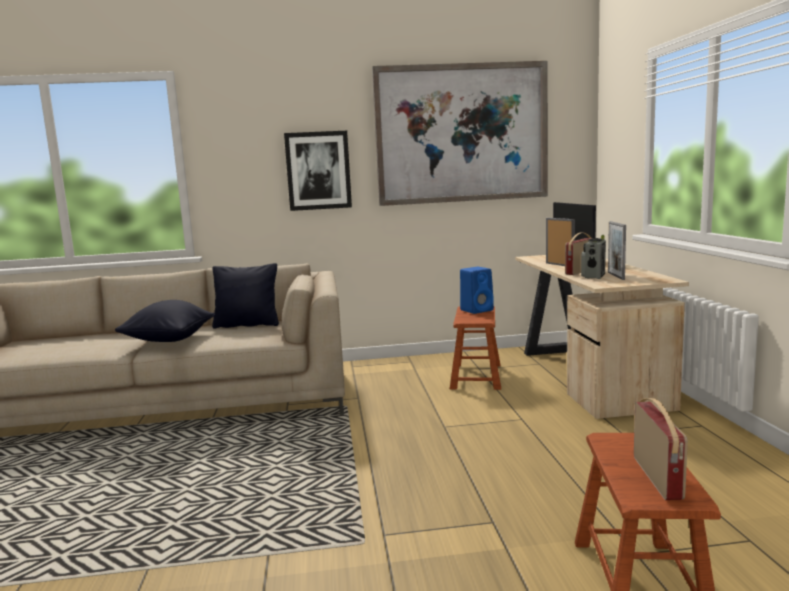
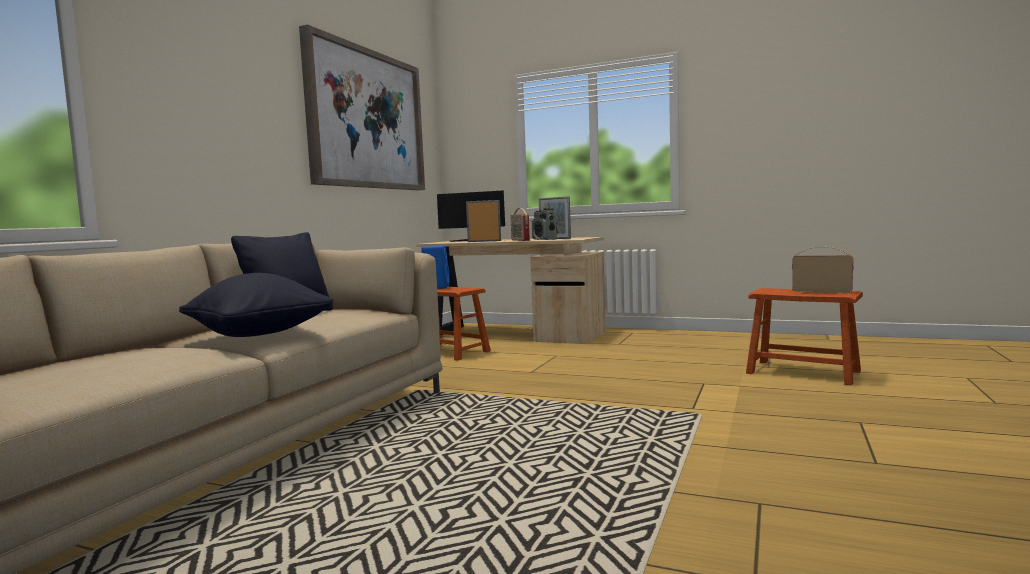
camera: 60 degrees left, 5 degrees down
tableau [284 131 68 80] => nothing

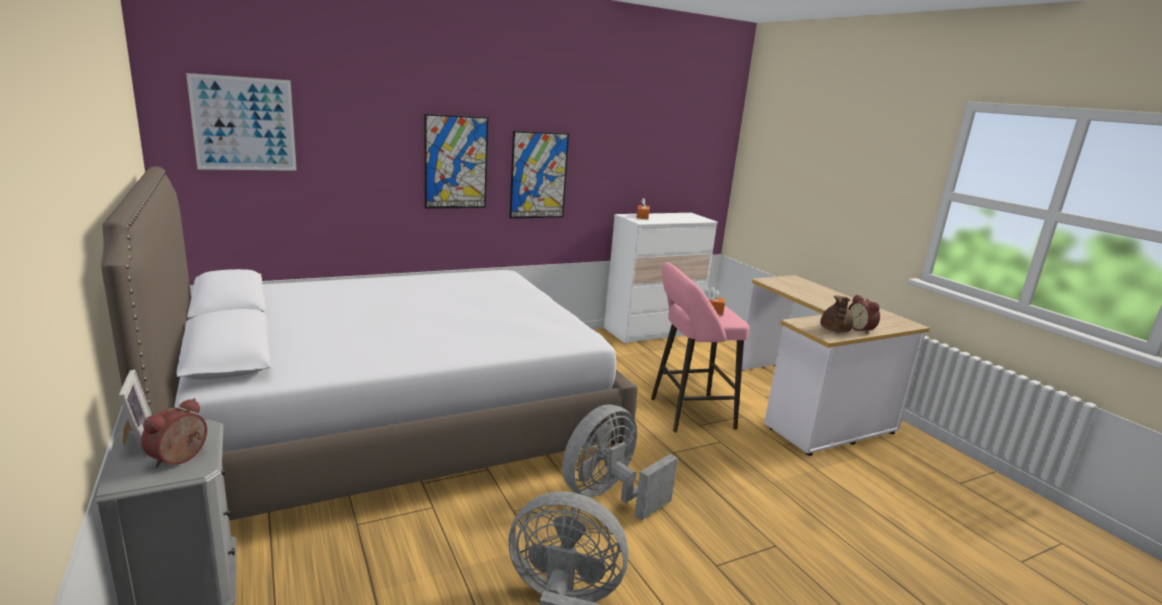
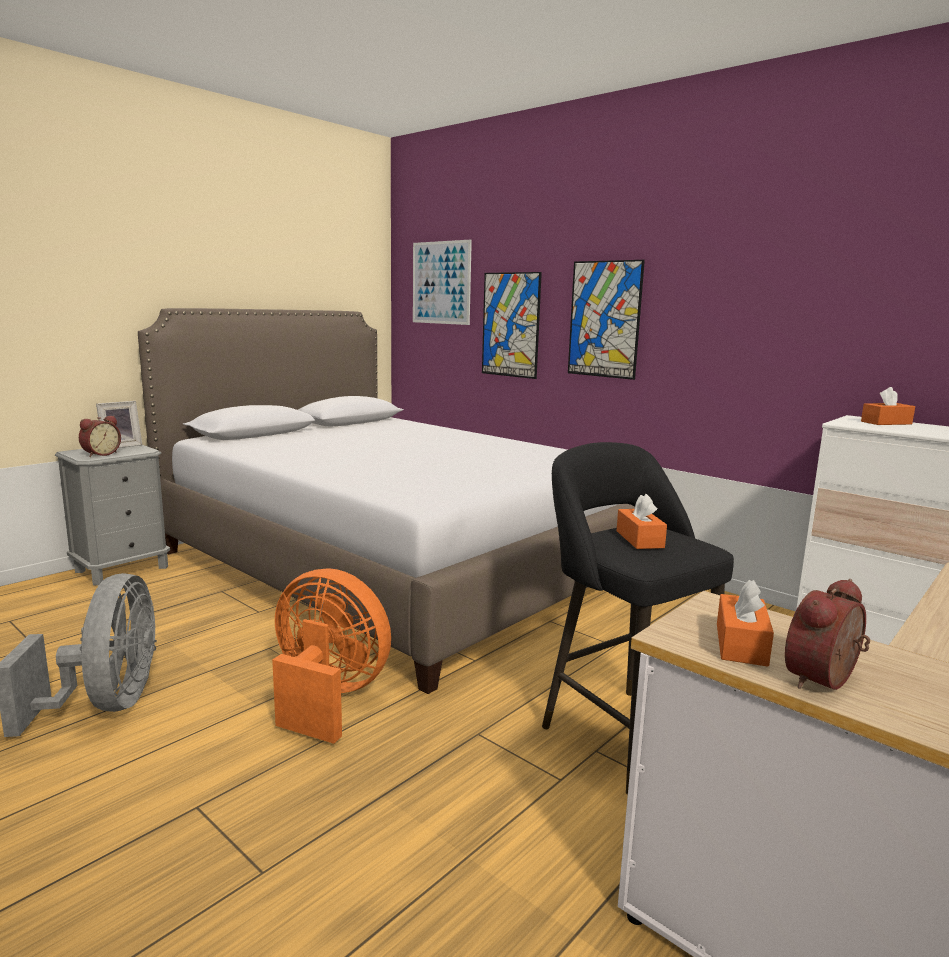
camera: 70 degrees right, 5 degrees down
tableau [509 131 60 88] => tableau [482 272 60 107], shifted
tabouret [rose] [651 262 98 170] => tabouret [noir] [542 442 192 353]
théière [marron] [820 296 33 37] => boîte à mouchoirs [orange] [717 580 57 86]
réveil [141 398 66 70] => réveil [79 416 42 41], 120 degrees clockwise
ventilateur [gris] [562 404 116 116] => ventilateur [orange] [272 568 119 176]

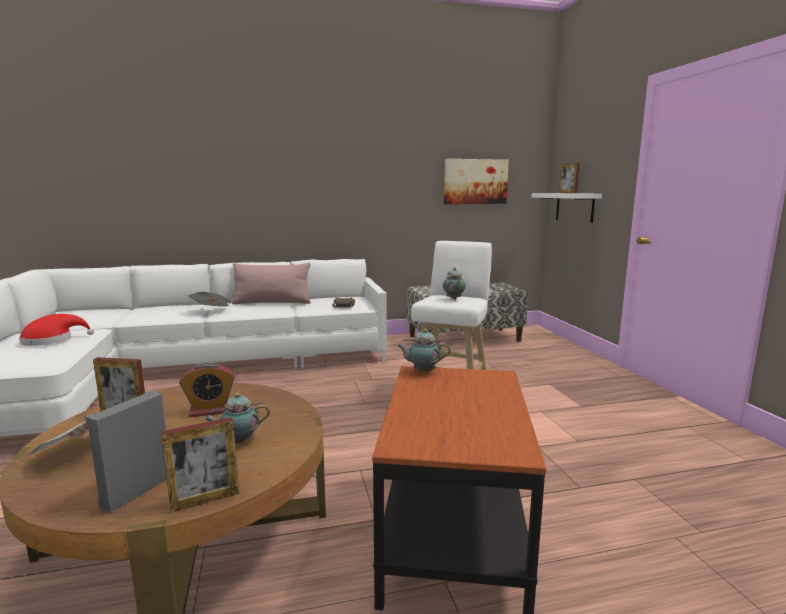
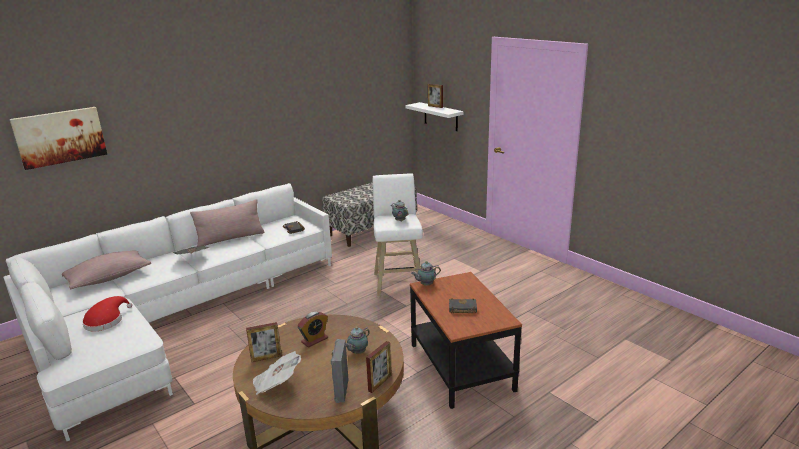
camera: 25 degrees left, 10 degrees up
tableau [444 159 65 45] => tableau [10 107 97 63], shifted
nothing => coussin [rose] [62 251 89 38]
nothing => livre [noir] [449 298 28 15]

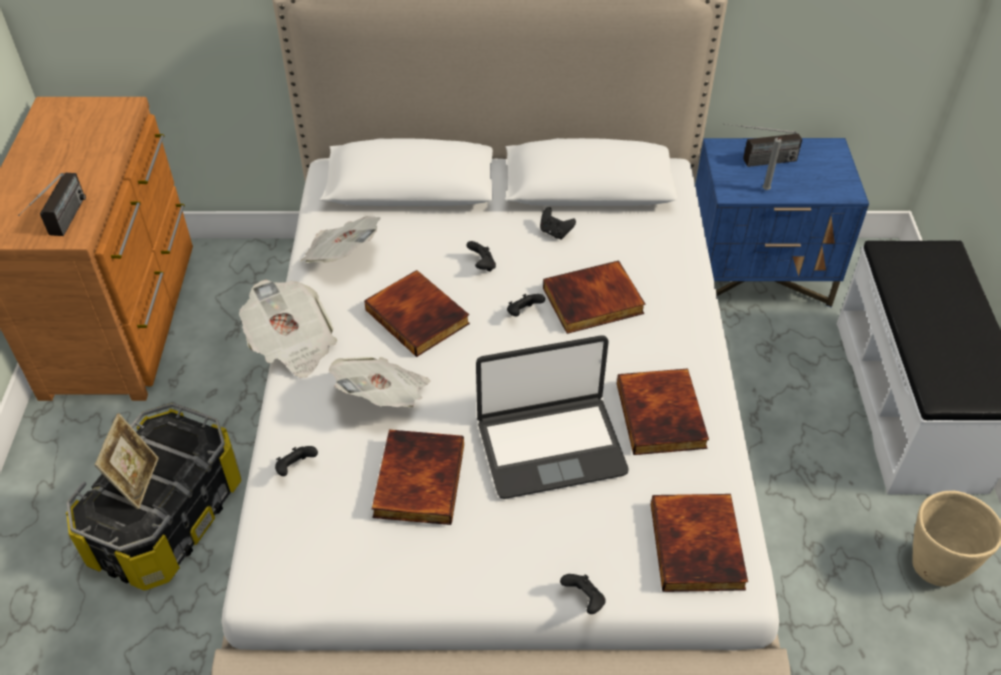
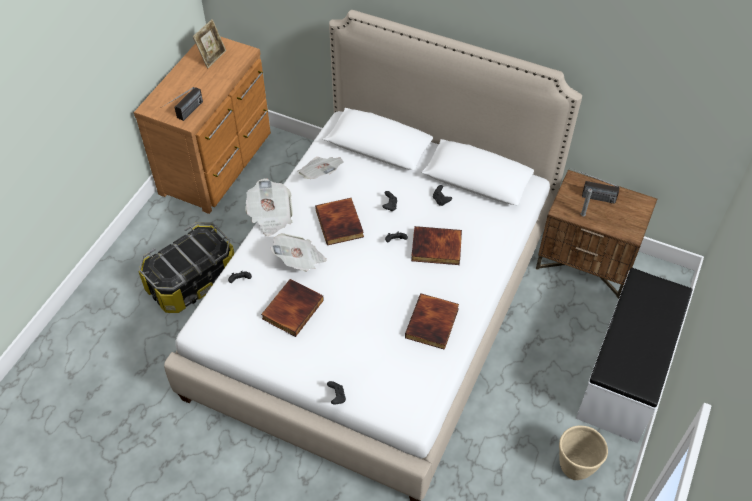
camera: 25 degrees right, 5 degrees up
table de chevet [bleu] [695 138 174 169] => table de chevet [marron] [536 170 121 129]
ordinateur portable [476 335 153 164] => nothing
cadre photo [94 413 65 96] => cadre photo [193 19 33 49], shifted
livre [651 494 97 98] => nothing

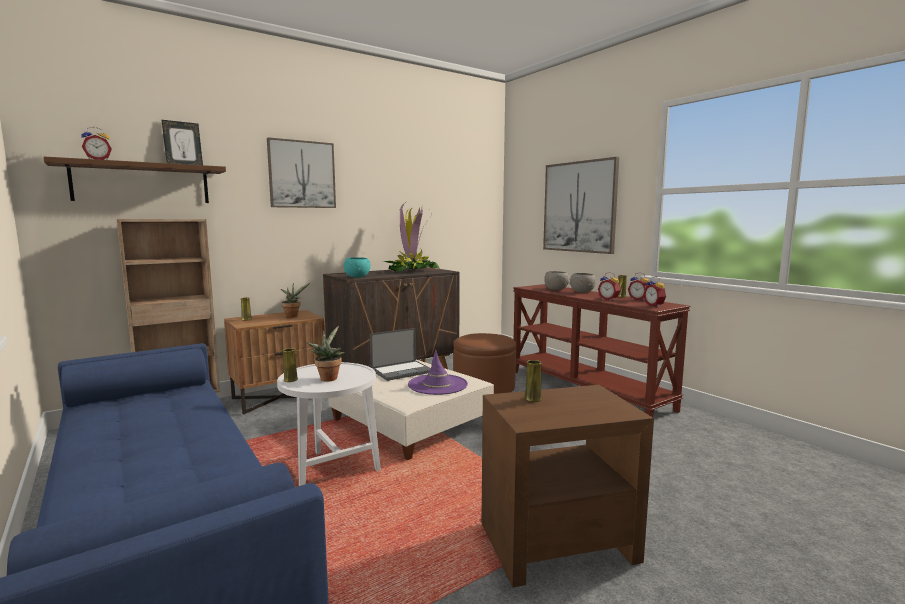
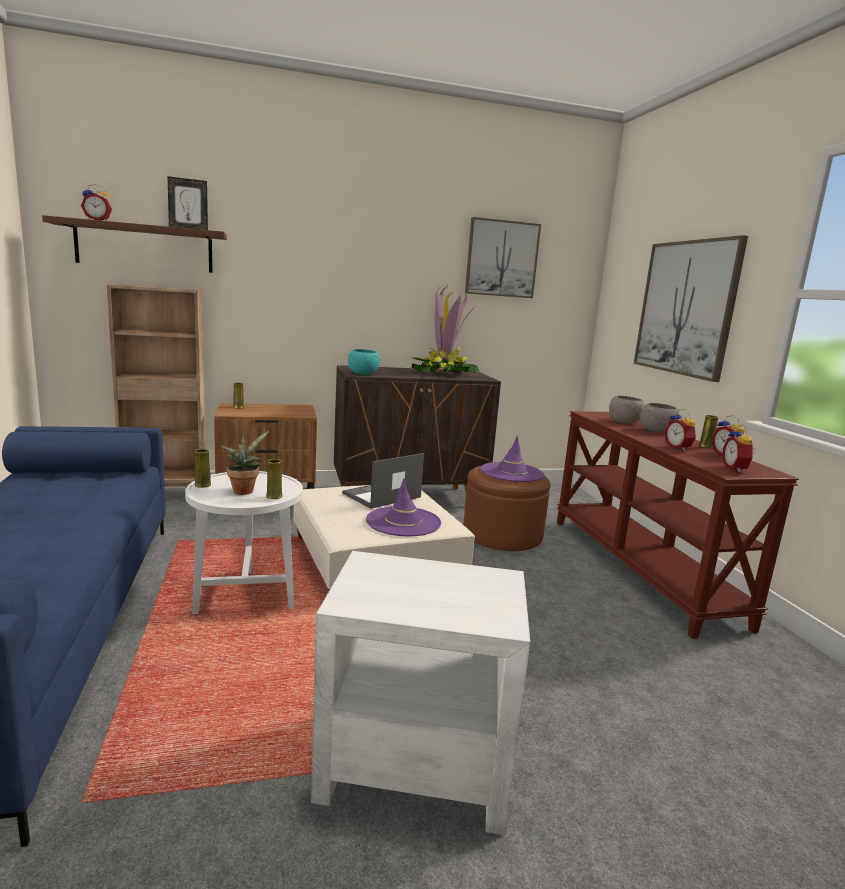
camera: 20 degrees right, 5 degrees up
tableau [267 137 69 71] => tableau [465 217 76 81], shifted
plante en pot [281 282 30 36] => nothing
ordinateur portable [370 328 61 53] => ordinateur portable [342 453 82 56], 150 degrees clockwise
vase [jaune] [525 360 17 42] => vase [jaune] [266 459 17 40], shifted
table d'appoint [marron] [481 385 173 202] => table d'appoint [blanc] [311 551 219 285]
nothing => chapeau [violet] [481 435 63 47]

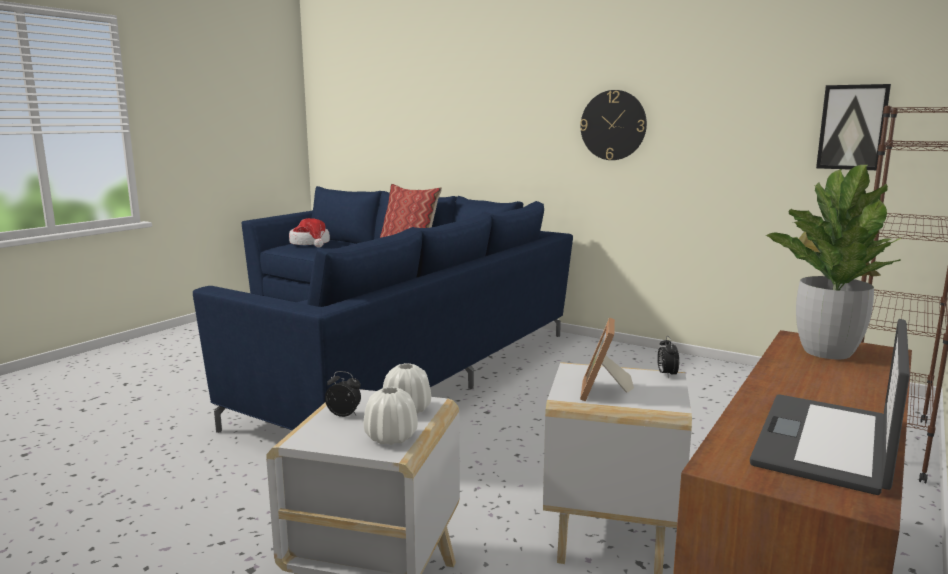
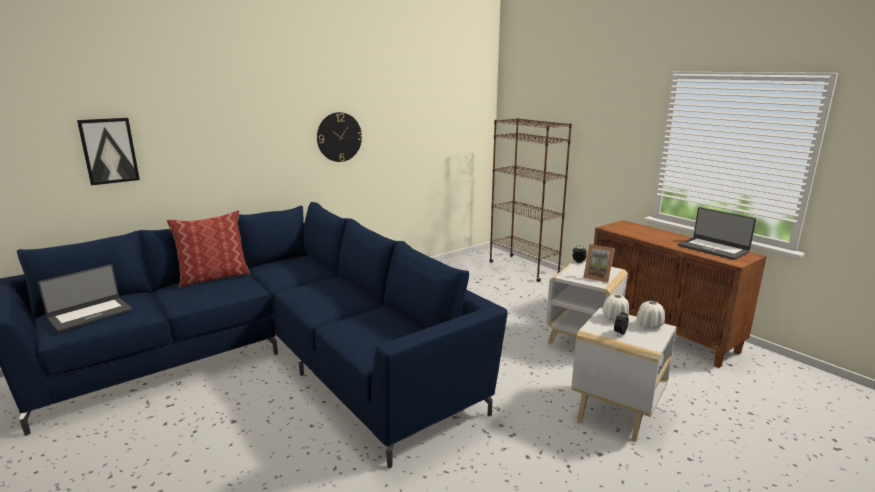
camera: 70 degrees left, 5 degrees up
tableau [816 84 75 86] => tableau [77 118 63 67], shifted
plante en pot [766 165 136 195] => nothing
chapeau [289 218 41 30] => ordinateur portable [38 264 94 68]

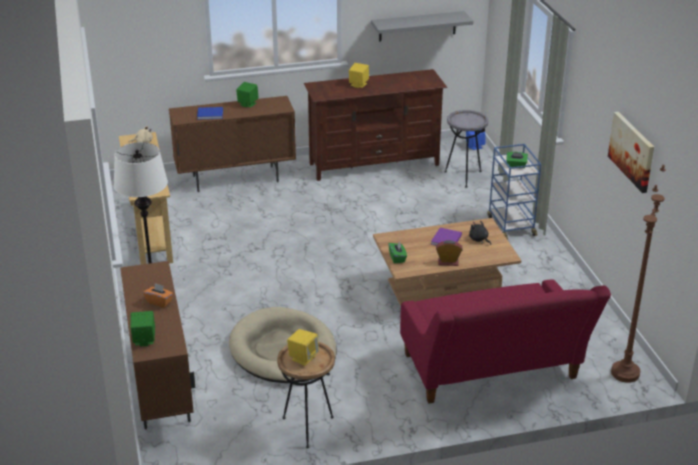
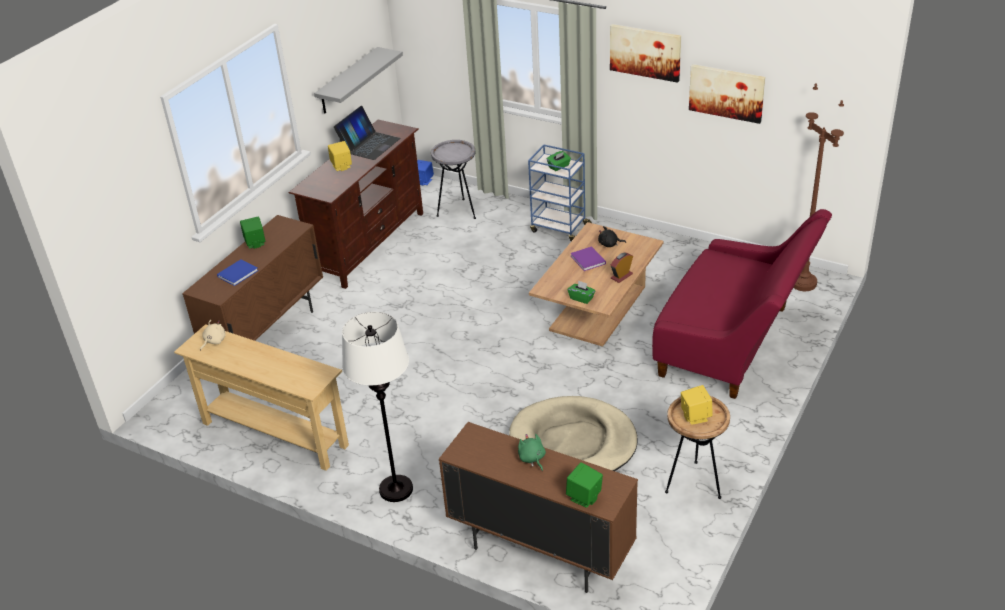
camera: 45 degrees left, 5 degrees up
boîte à mouchoirs [orange] [143 283 30 25] => peluche [vert] [518 434 28 37]
nothing => tableau [610 24 71 59]
nothing => ordinateur portable [334 106 67 54]

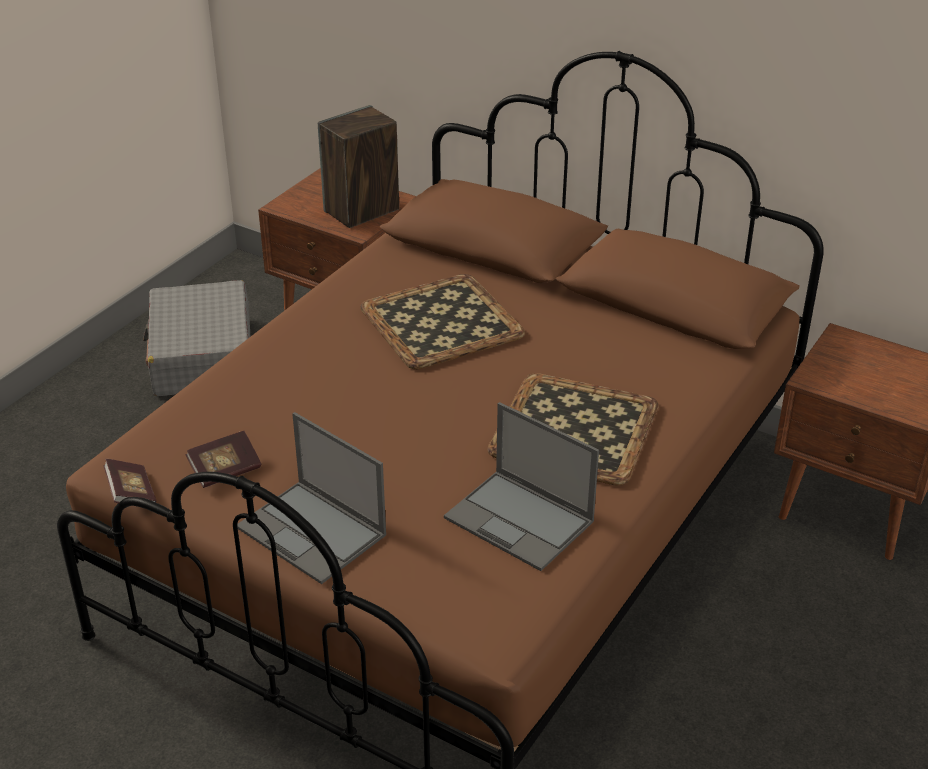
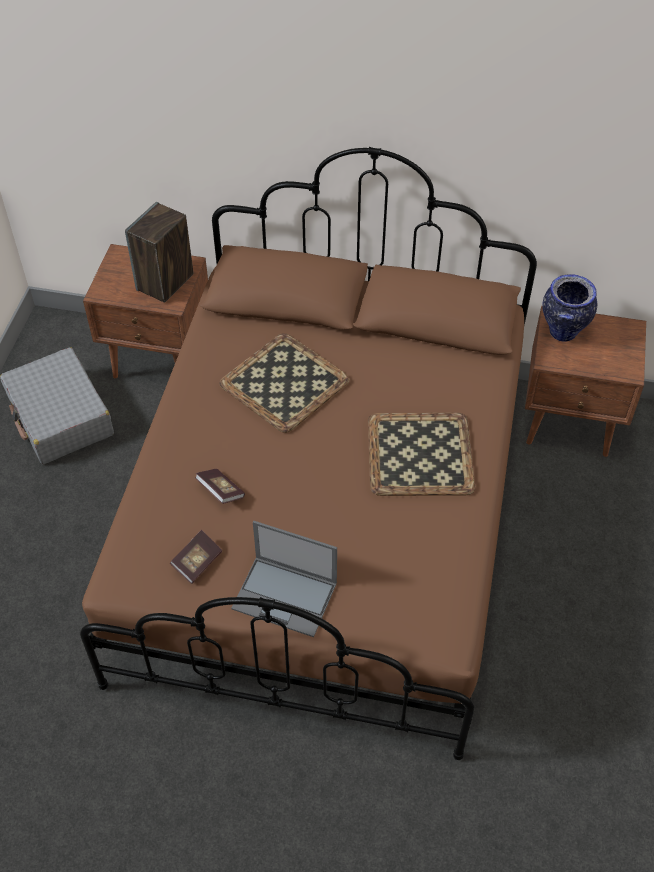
camera: 20 degrees left, 15 degrees up
ordinateur portable [444 402 155 169] => nothing
livre [103 459 54 45] => livre [195 469 50 35], shifted
nothing => vase [542 274 55 68]

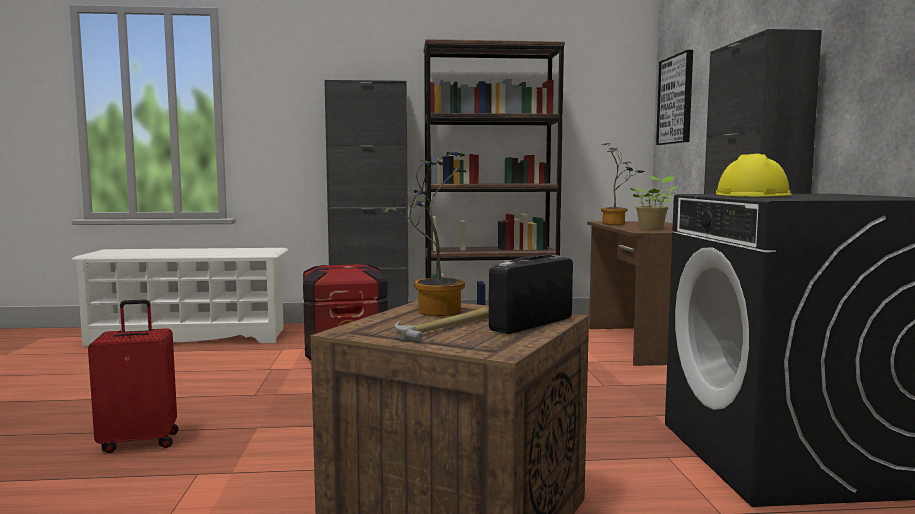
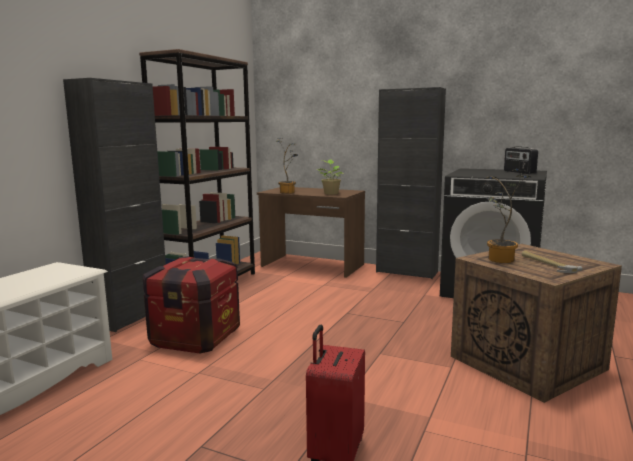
camera: 60 degrees left, 5 degrees up
tableau [656 50 37 95] => nothing
casque de chantier [jaune] [716 154 76 43] => nothing
radio [489 255 84 79] => radio [504 146 34 28], shifted

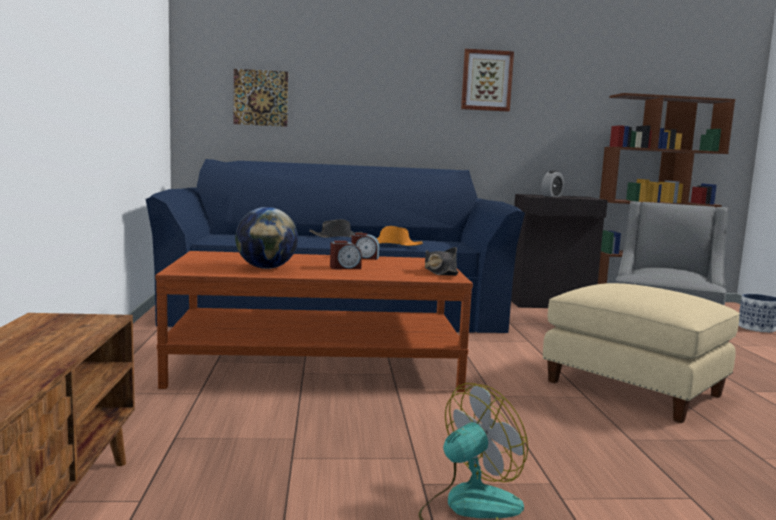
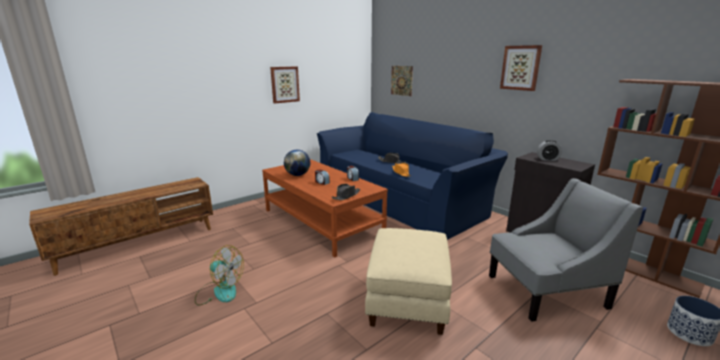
camera: 55 degrees right, 10 degrees up
nothing => tableau [270 66 30 37]

